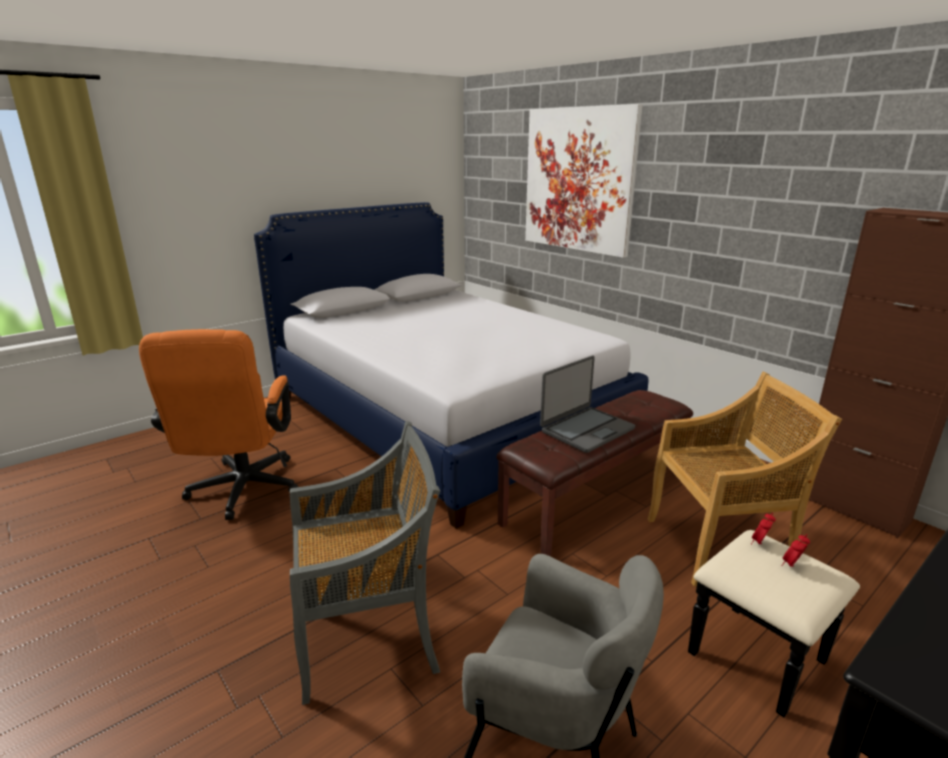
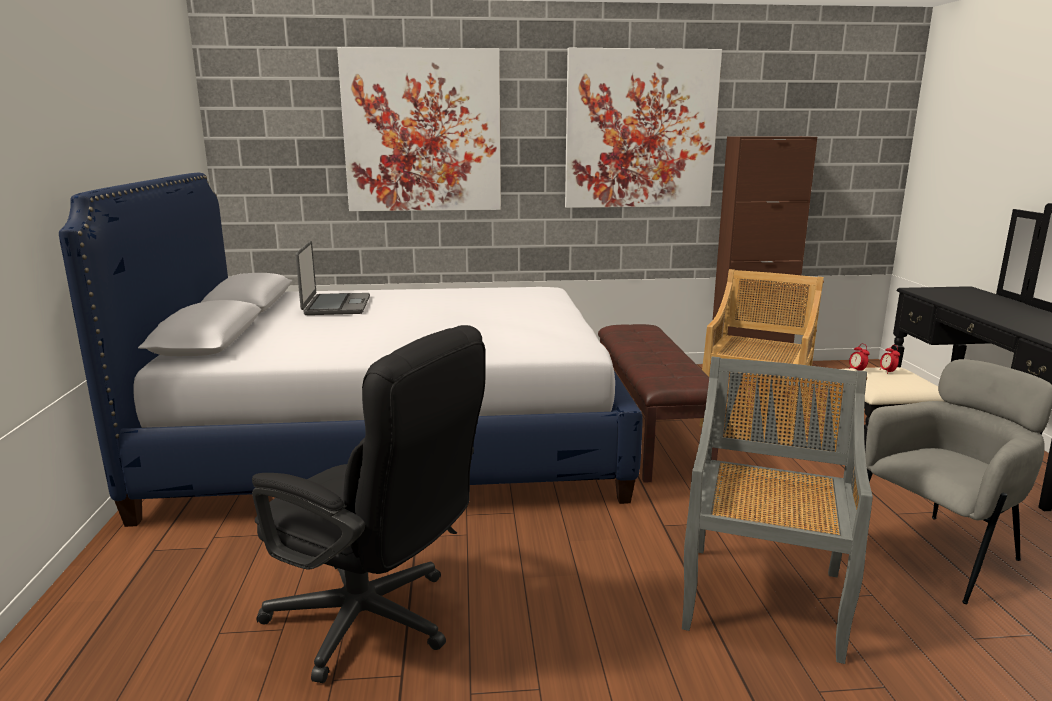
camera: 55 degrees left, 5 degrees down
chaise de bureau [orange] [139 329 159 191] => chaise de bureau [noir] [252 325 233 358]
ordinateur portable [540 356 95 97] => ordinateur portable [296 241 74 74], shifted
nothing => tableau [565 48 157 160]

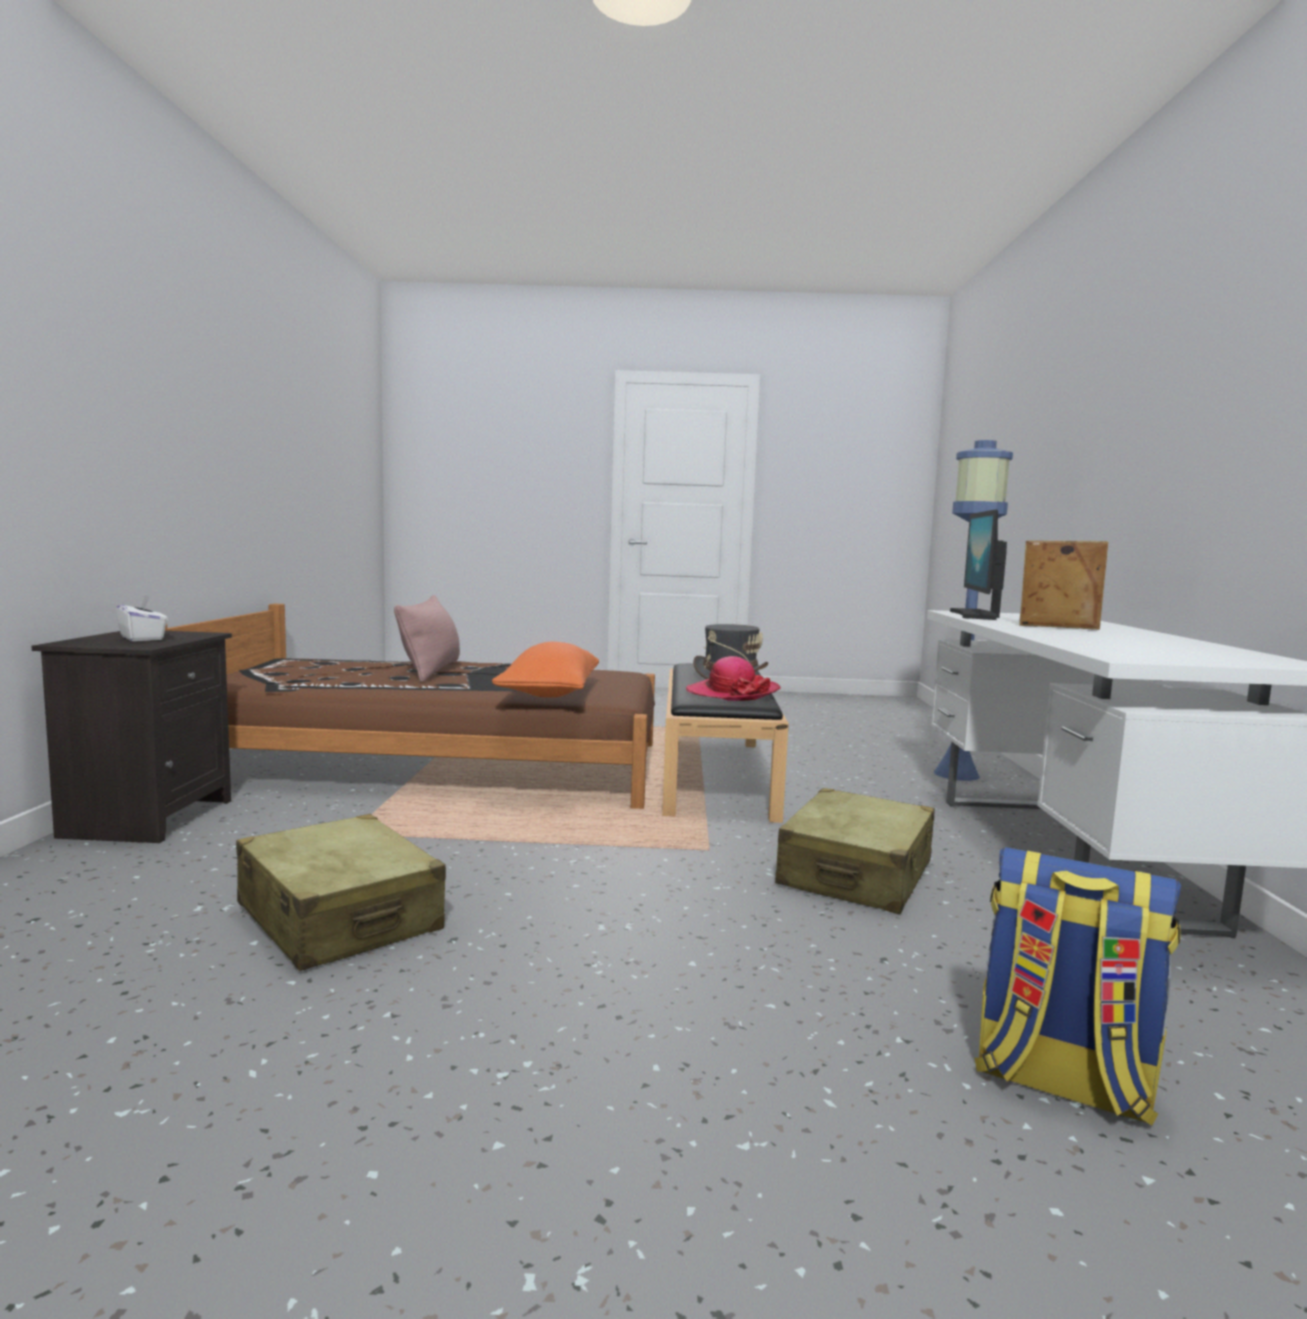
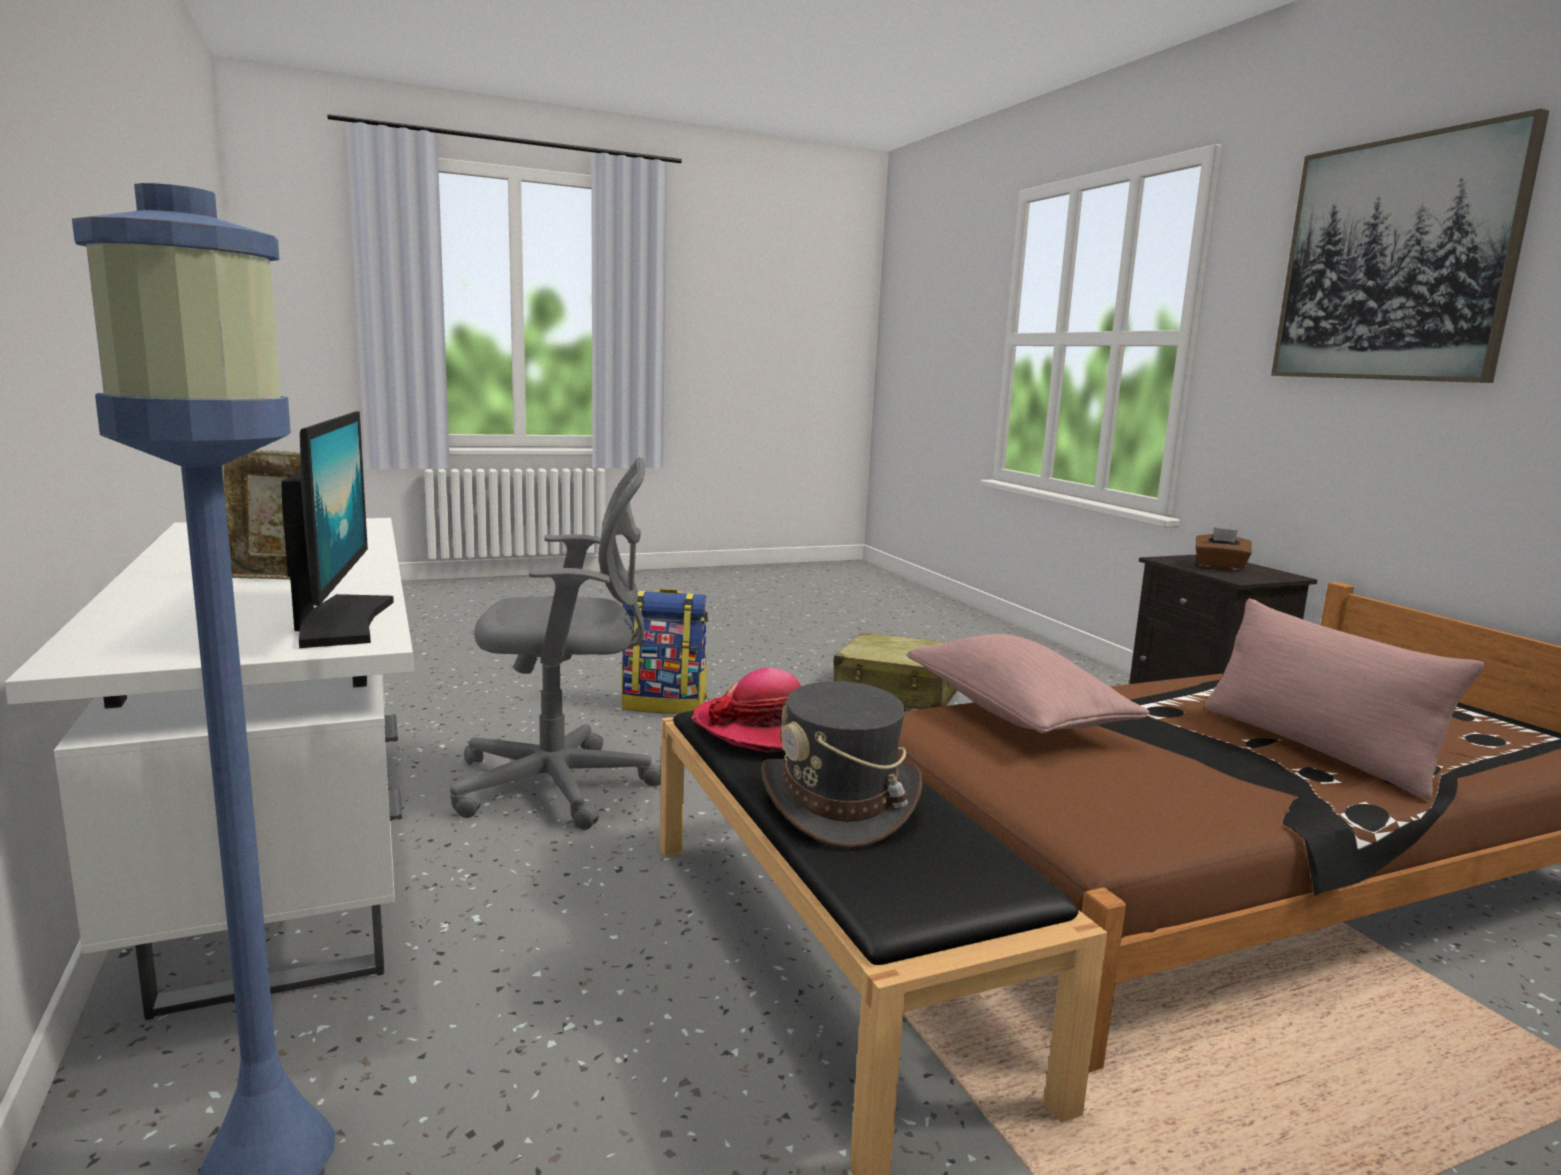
camera: 155 degrees right, 5 degrees up
boîte à mouchoirs [blanc] [116 595 52 46] => boîte à mouchoirs [marron] [1195 527 57 44]
coussin [orange] [492 642 107 56] => coussin [rose] [907 634 242 99]
valise [beige] [775 788 160 126] => chaise de bureau [gris] [450 457 211 373]
sac à dos [975 847 206 279] => sac à dos [621 589 88 125], shifted
nothing => tableau [1271 109 278 274]

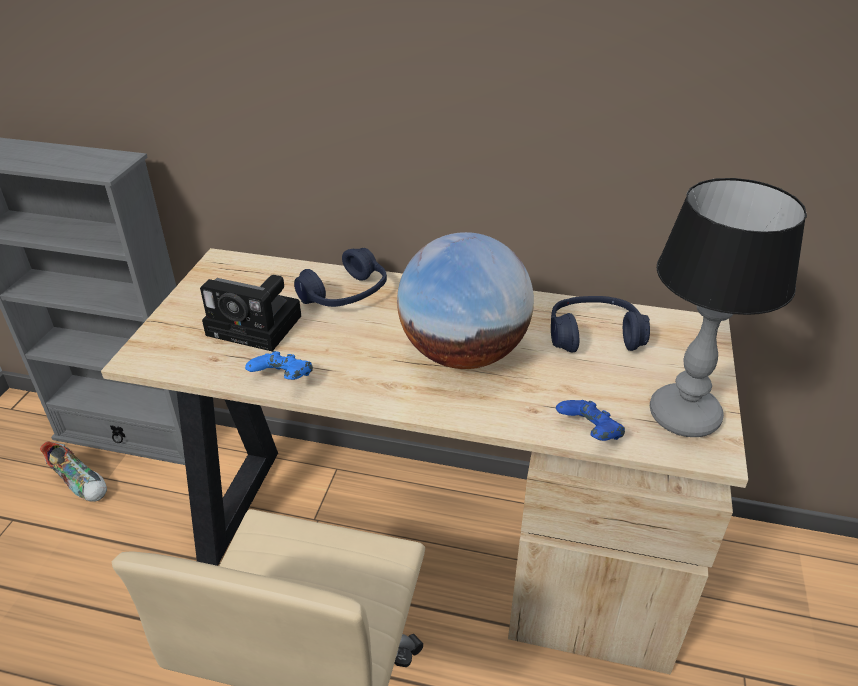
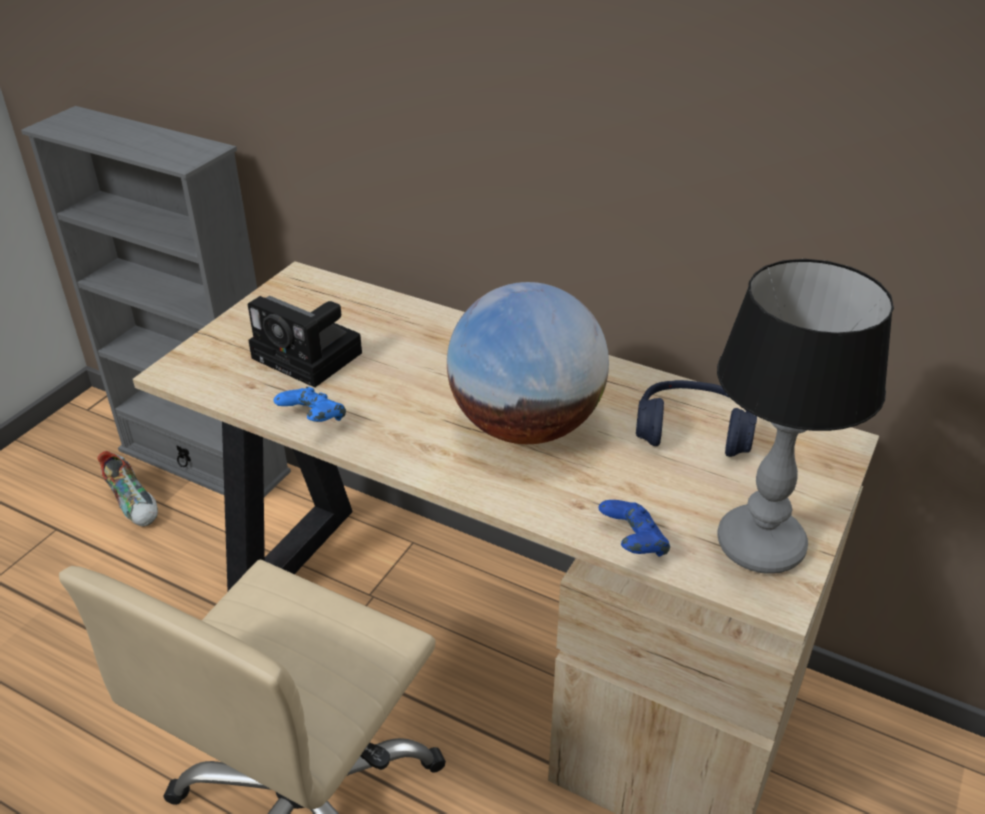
camera: 15 degrees right, 0 degrees up
casque audio [bleu] [294 248 93 59] => nothing

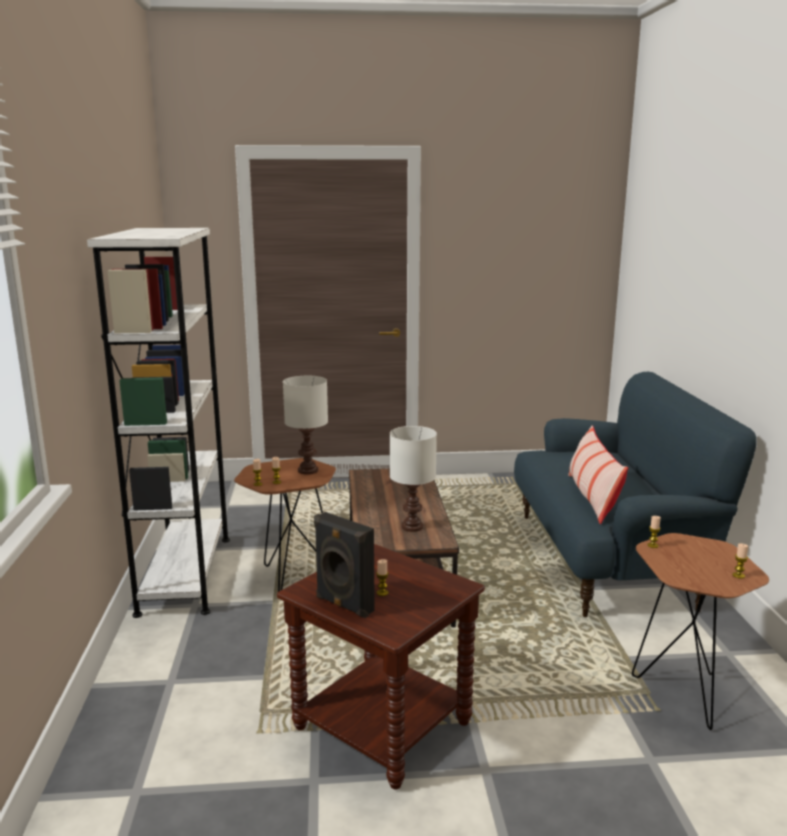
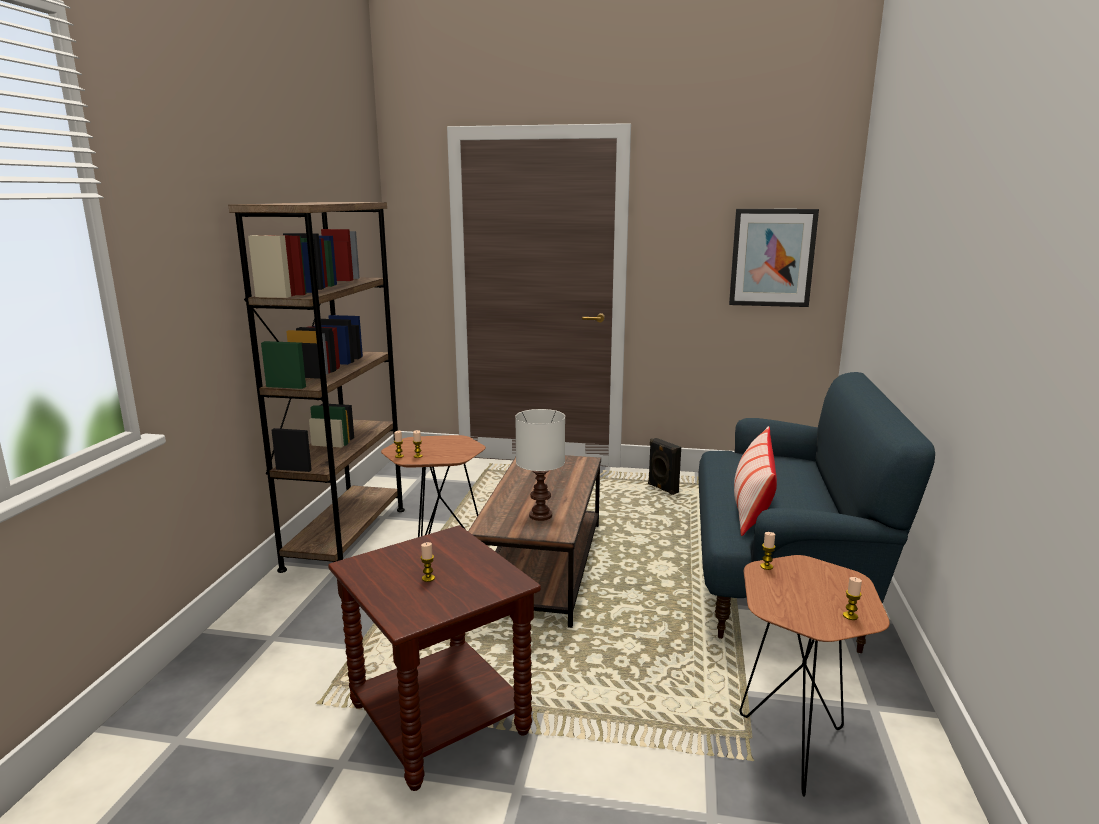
camera: 15 degrees right, 0 degrees up
bibliothèque [blanc] [87 228 143 390] => bibliothèque [marron] [228 202 177 371]
lampe de table [blanc] [283 376 45 99] => nothing
enceinte [noir] [314 512 61 106] => enceinte [noir] [648 438 33 57], shifted
nothing => tableau [729 209 90 98]

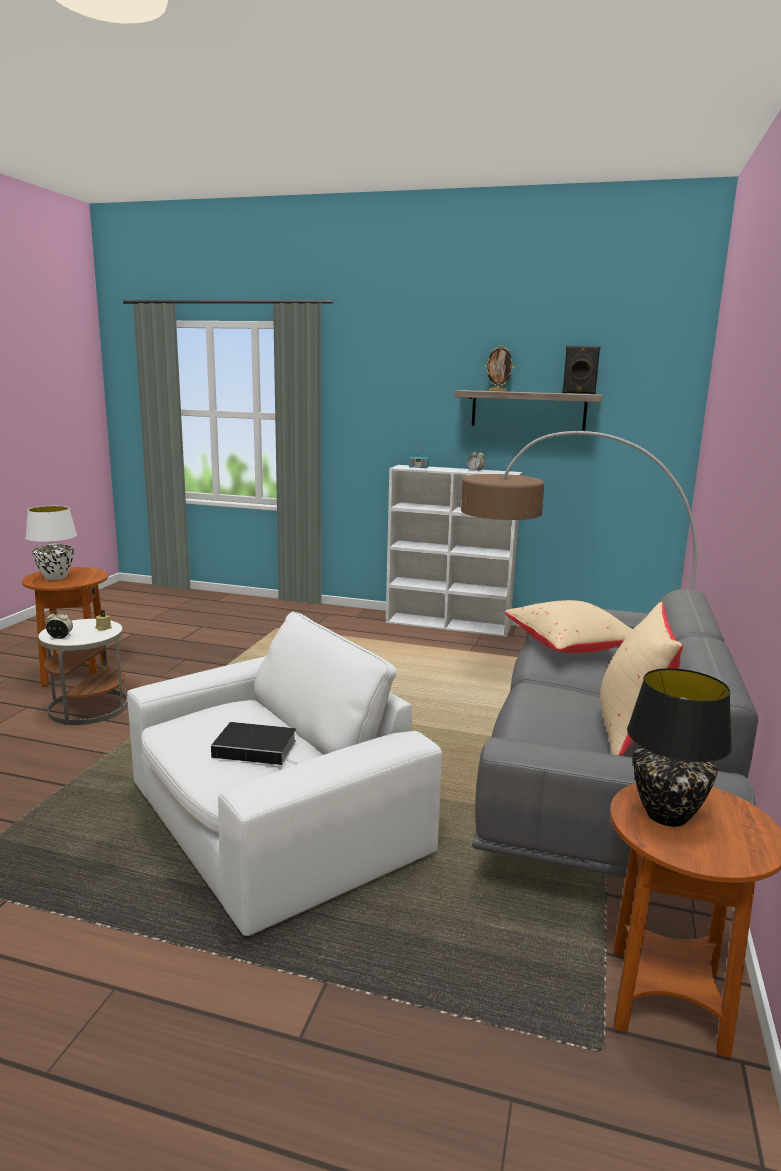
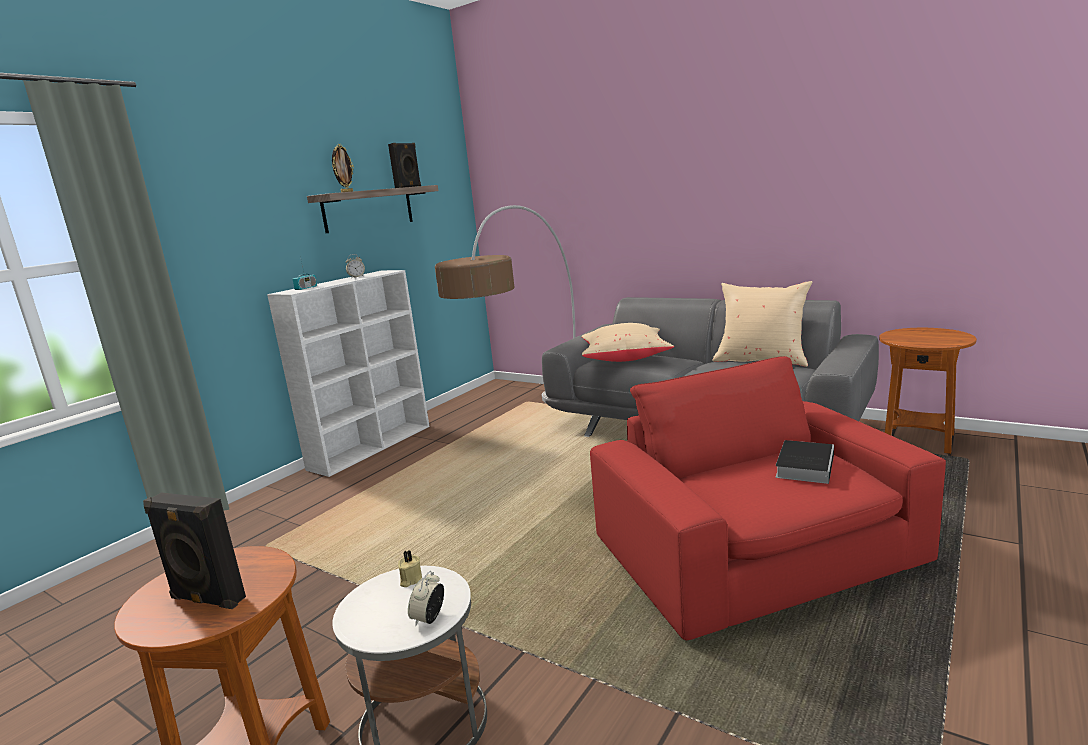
camera: 70 degrees left, 0 degrees up
lampe de table [blanc] [25 506 52 74] => enceinte [noir] [143 493 103 116]
fauteuil [blanc] [127 611 315 325] => fauteuil [rouge] [590 356 356 284]
lampe de table [noir] [627 668 105 159] => nothing

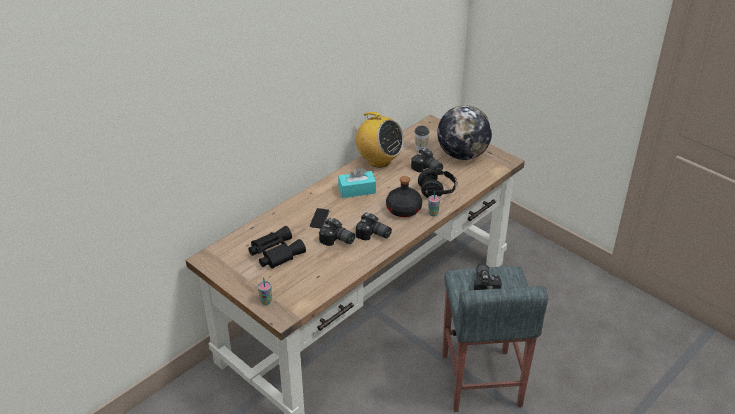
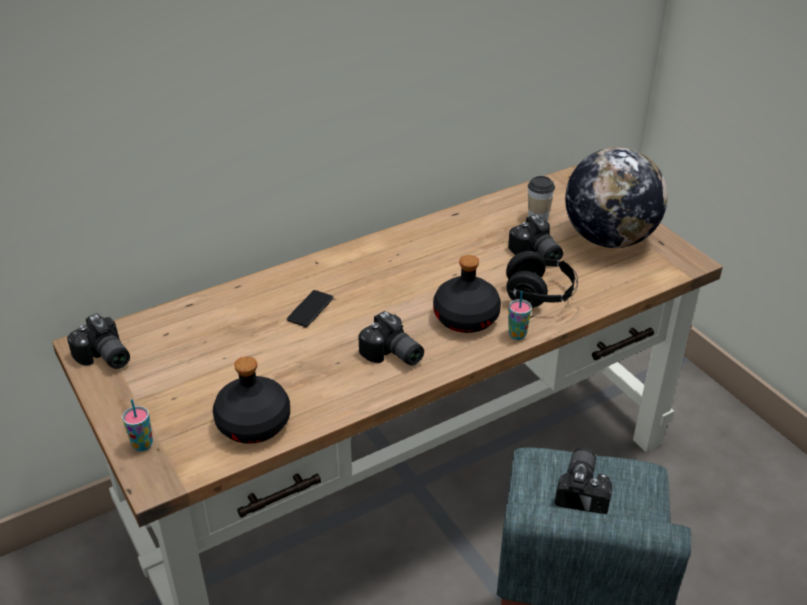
camera: 15 degrees right, 0 degrees up
radio [351 112 53 56] => nothing
boîte à mouchoirs [turquoise] [338 167 38 31] => nothing
appareil photo [319 218 36 28] => appareil photo [67 314 63 55], shifted
jumelles [noir] [248 226 58 43] => nothing
nothing => bouteille [noir] [213 357 77 87]

